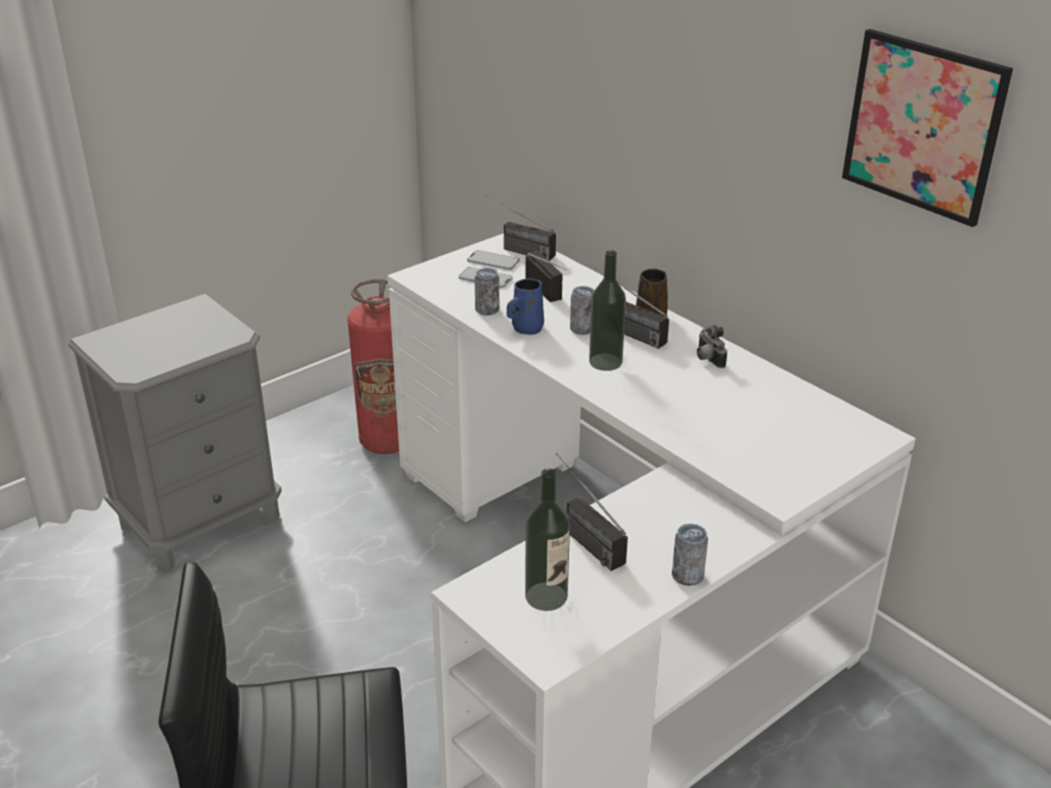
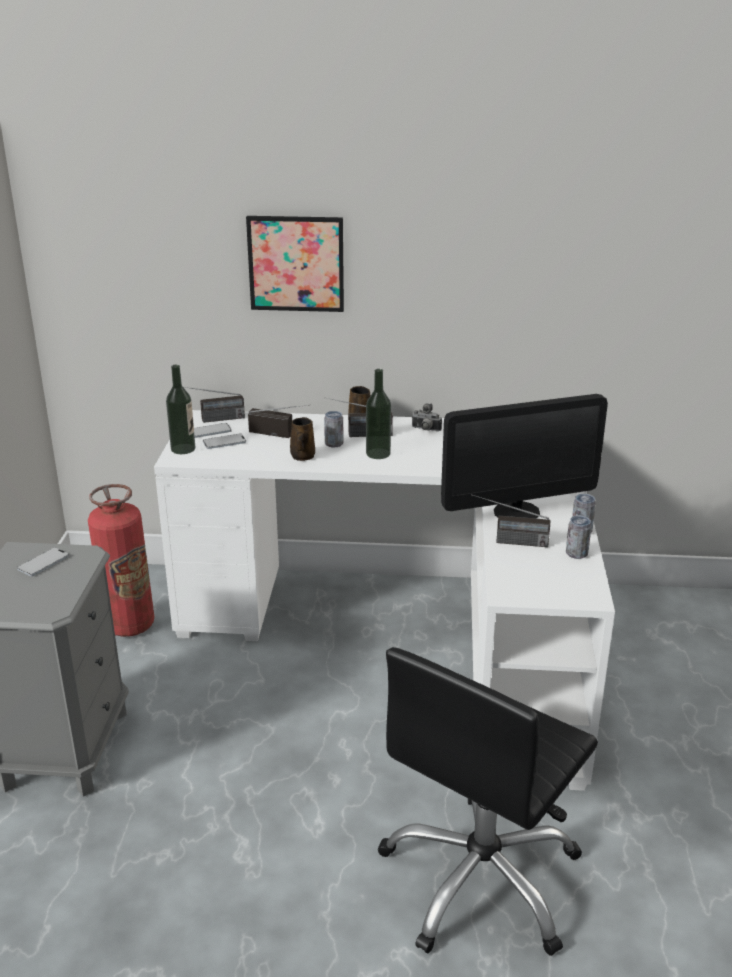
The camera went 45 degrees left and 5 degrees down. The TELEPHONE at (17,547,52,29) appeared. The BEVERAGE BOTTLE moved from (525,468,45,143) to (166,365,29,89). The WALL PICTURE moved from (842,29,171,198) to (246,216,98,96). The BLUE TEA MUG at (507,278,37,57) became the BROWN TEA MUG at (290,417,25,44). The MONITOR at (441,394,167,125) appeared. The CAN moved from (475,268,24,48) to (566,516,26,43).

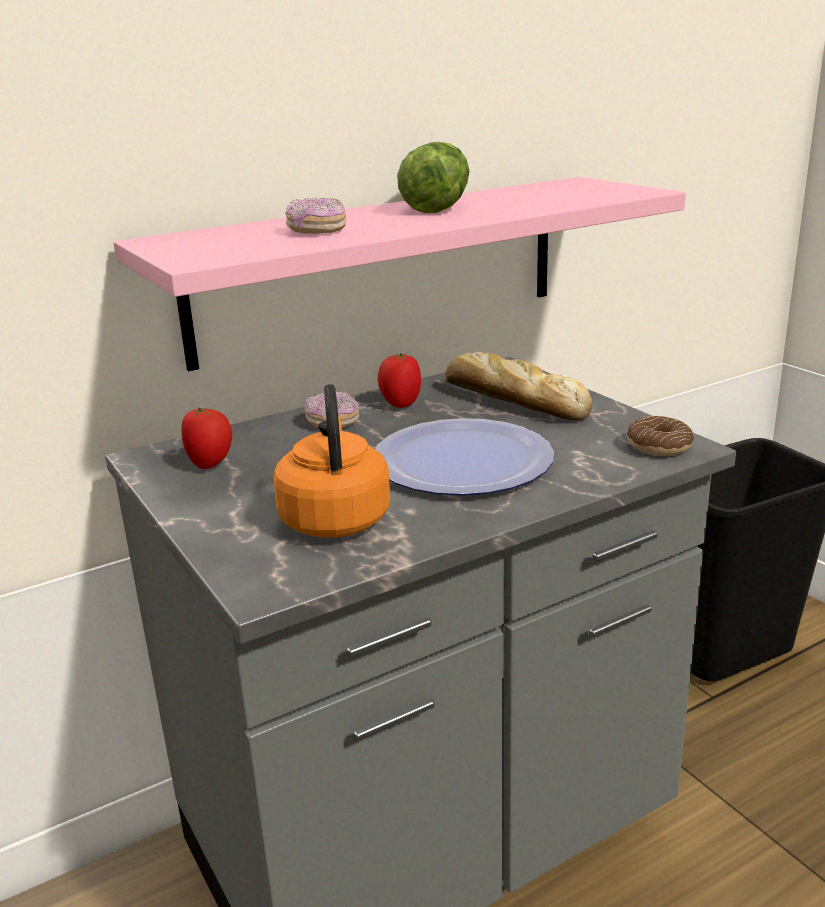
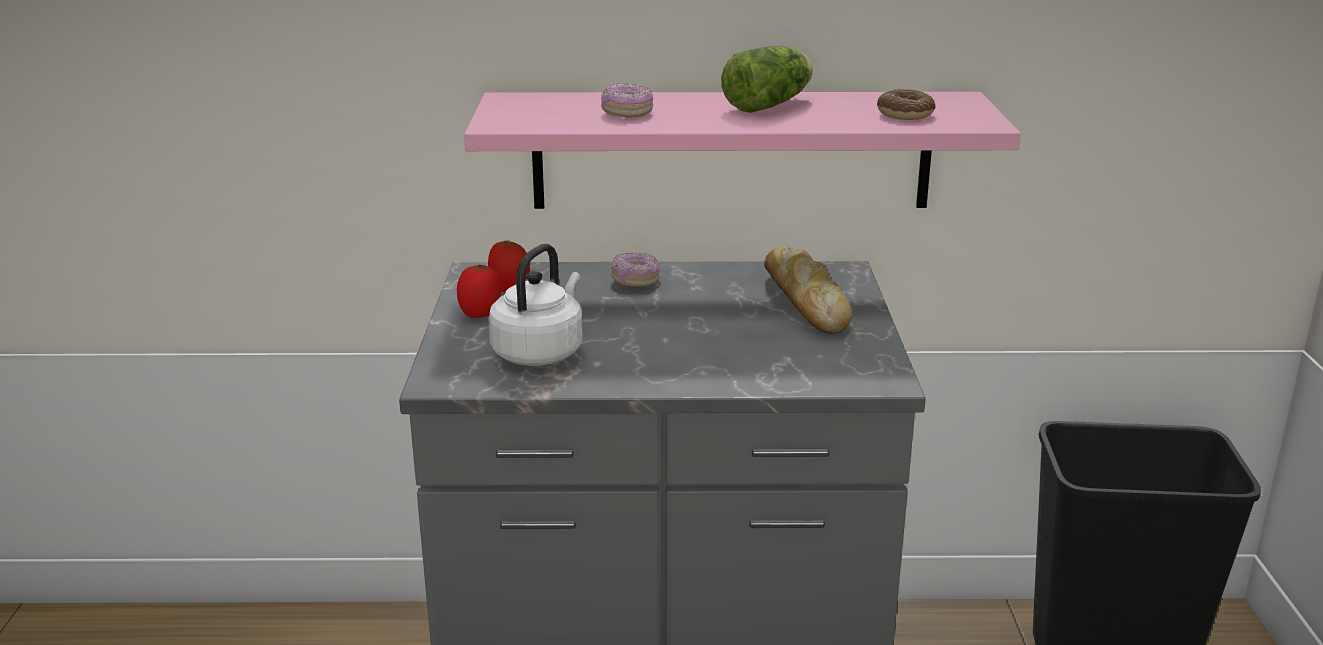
The camera went 30 degrees right and 0 degrees up. The FRESH TOMATO moved from (378,353,43,55) to (457,264,44,54). The ORANGE-COLOURED WATER KETTLE at (273,384,117,154) became the WHITISH WATER KETTLE at (488,244,94,122). The RING DOUGHNUT moved from (627,416,67,40) to (877,89,58,31). The PLATE at (375,418,179,77) disappeared.

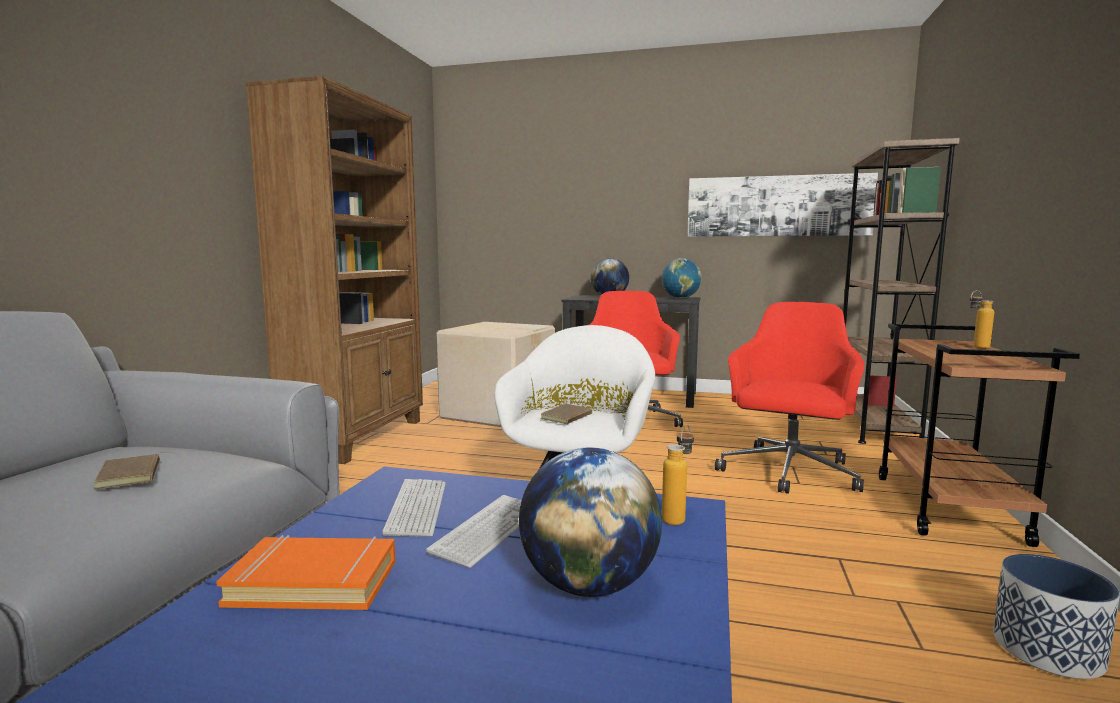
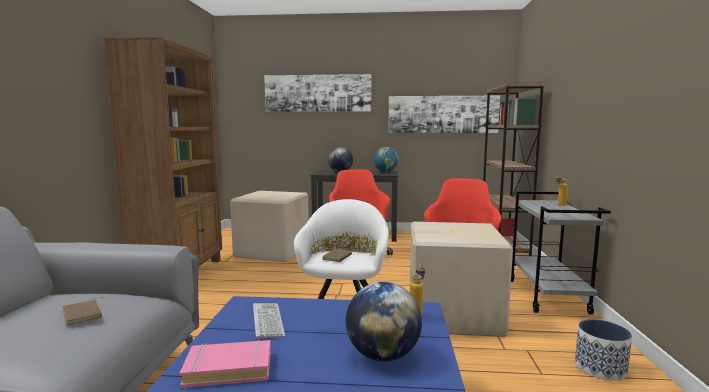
The camera went 10 degrees left and 0 degrees up. The ORANGE-COLOURED VOLUME at (216,535,179,75) became the PINKISH VOLUME at (179,339,92,49). The WALL PICTURE at (264,74,108,38) appeared. The PACKING BOX at (410,222,103,115) appeared. The BROWN TROLLEY at (879,324,201,223) became the GRAY TROLLEY at (511,191,100,124). The PC KEYBOARD at (426,495,96,73) disappeared.

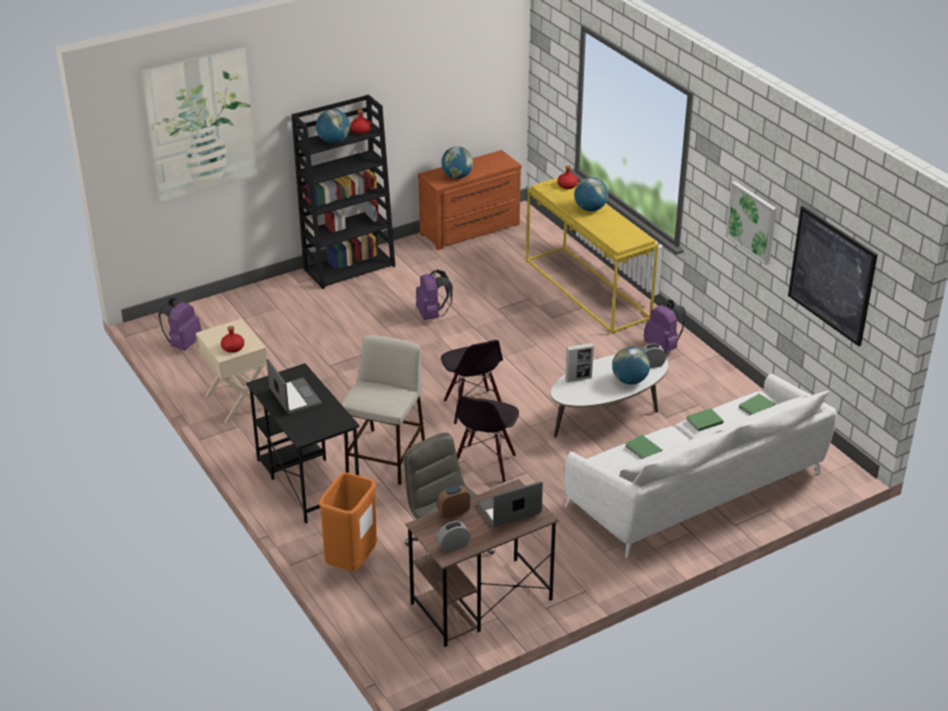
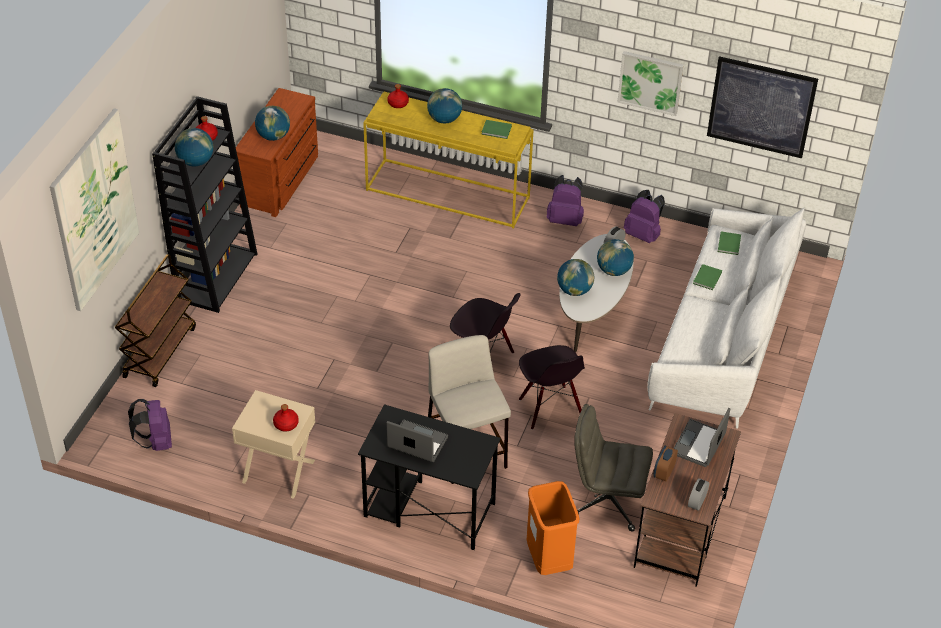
The camera went 40 degrees left and 10 degrees up. The BROWN TROLLEY at (115,254,81,133) appeared. The GREEN-COLOURED VOLUME moved from (625,435,37,24) to (481,120,31,19). The PICTURE FRAME at (565,343,29,39) was replaced by the WORLD GLOBE at (557,259,37,37). The PURPLE-COLOURED BACKPACK moved from (416,269,37,51) to (624,190,41,53).

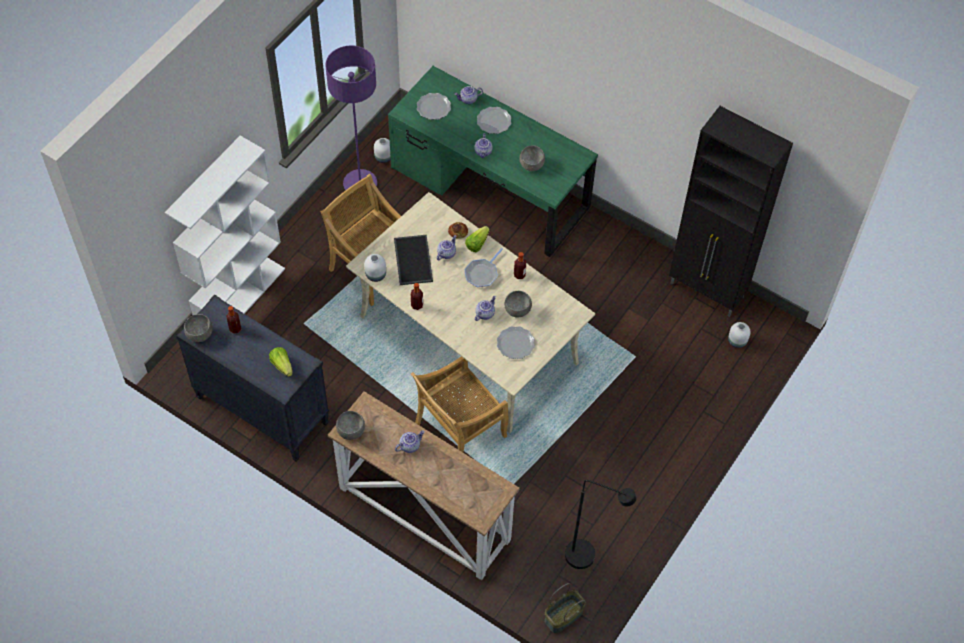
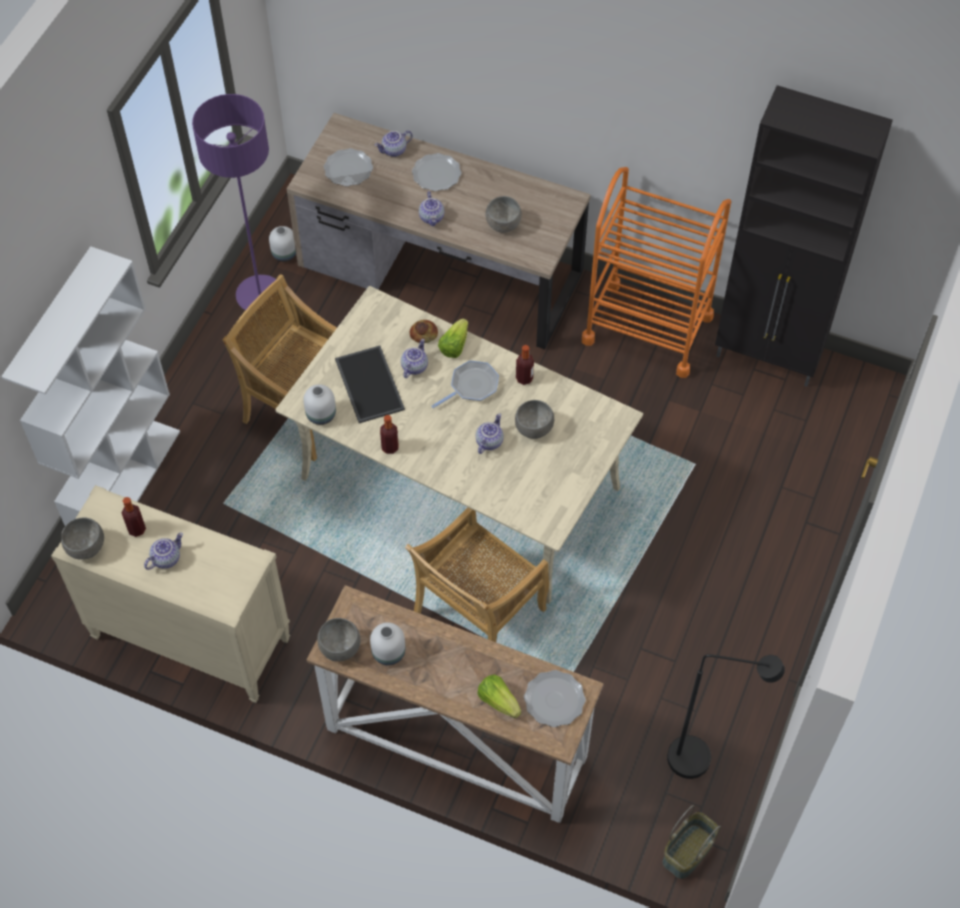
The camera went 10 degrees left and 0 degrees up. The BLACK CHEST OF DRAWERS at (176,295,153,167) became the BEIGE-COLOURED CHEST OF DRAWERS at (51,485,239,218). The POT FOR TEA moved from (395,430,30,23) to (144,533,39,37). The GREEN-COLOURED DESK TABLE at (388,66,210,191) became the BROWN DESK TABLE at (287,113,304,236). The WHITISH VASE moved from (728,322,23,26) to (370,622,35,43). The SKILLET at (464,248,39,39) turned 150 degrees counterclockwise. The LETTUCE HEAD moved from (269,347,23,30) to (477,674,44,45). The PLATE moved from (497,326,38,33) to (524,670,62,57). The ORANGE-COLOURED TROLLEY at (582,167,149,211) appeared.

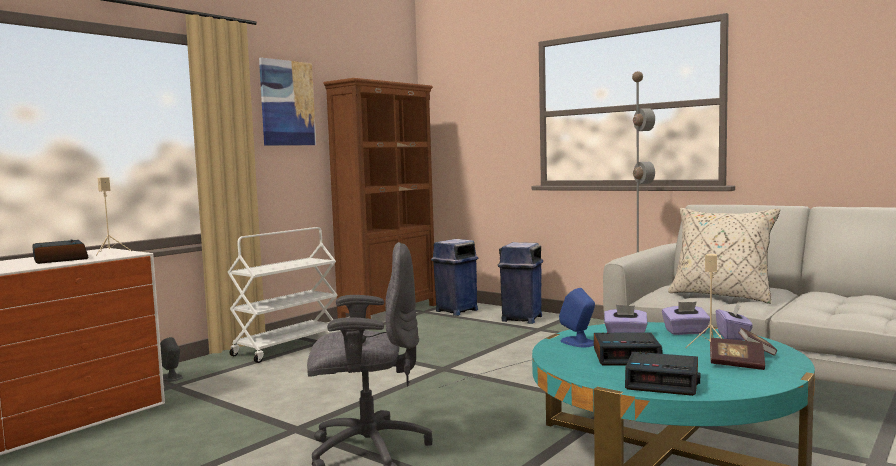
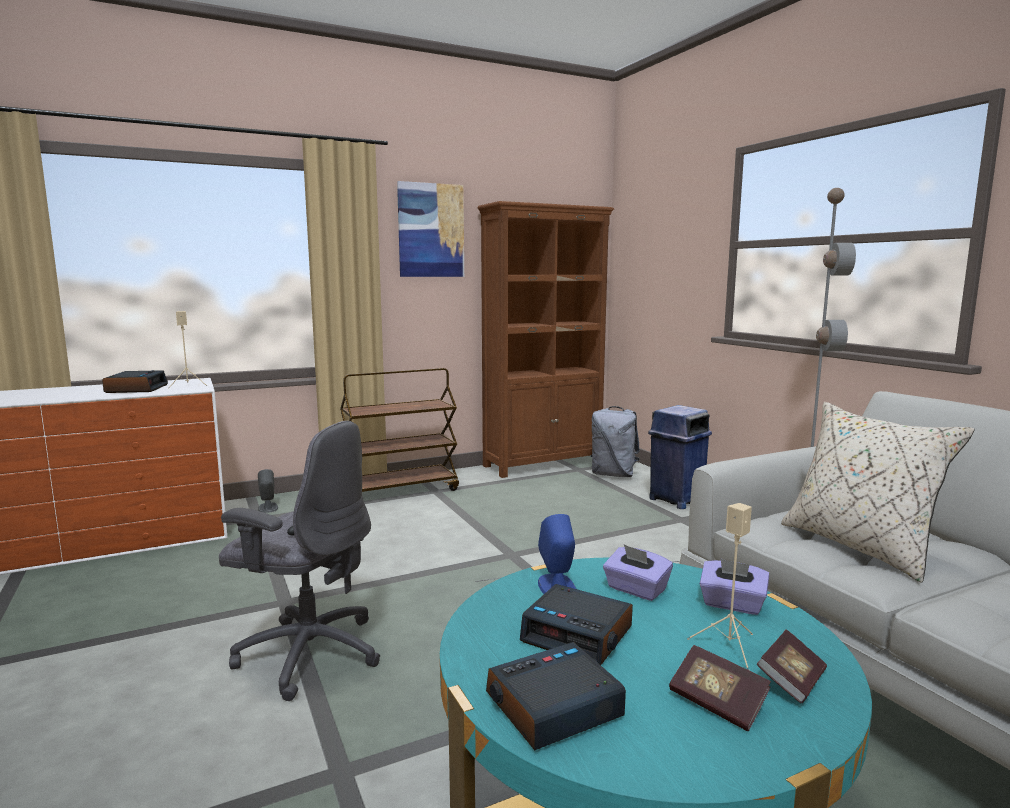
The camera went 25 degrees right and 5 degrees up. The WHITISH TROLLEY at (227,227,113,136) became the BROWN TROLLEY at (340,368,119,124). The ALARM CLOCK at (625,352,75,44) turned 105 degrees clockwise. The BLUE RUBBISH BIN at (431,239,47,77) was replaced by the GRAY BACKPACK at (591,406,49,71). The PURPLE-COLOURED TISSUE HOLDER at (716,304,37,37) disappeared.

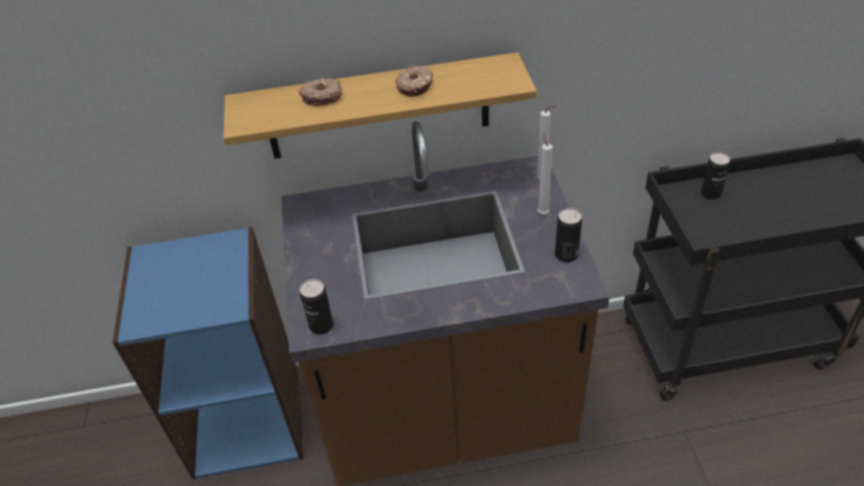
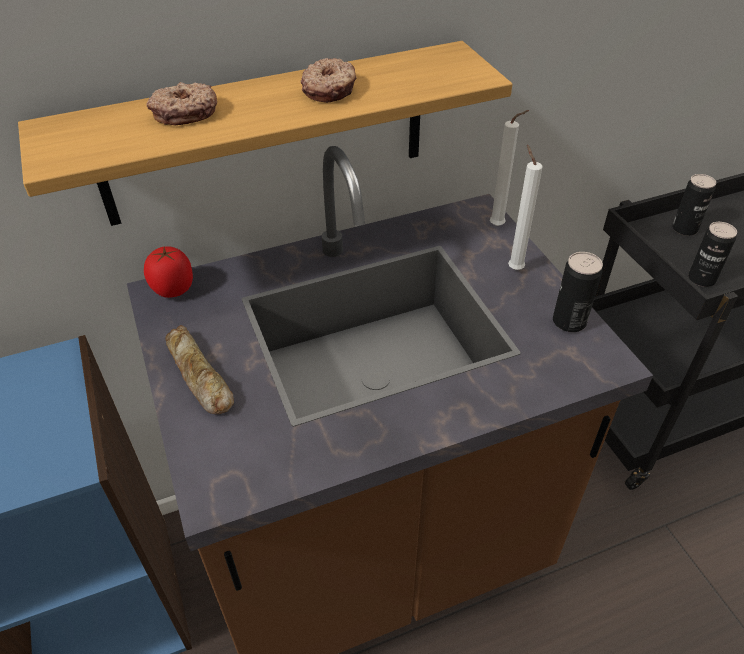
The camera went 15 degrees left and 0 degrees up. The FRESH TOMATO at (144,246,49,52) appeared. The BREAD at (165,325,69,89) appeared. The CAN moved from (300,279,34,56) to (688,222,49,65).

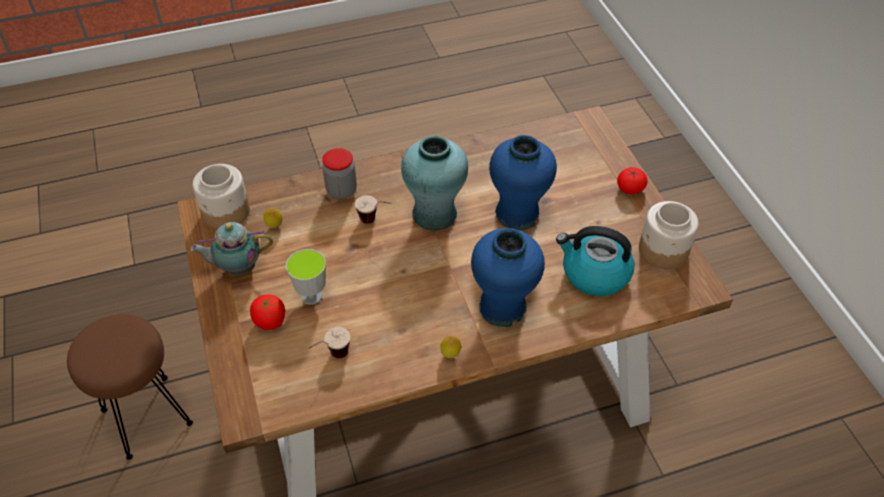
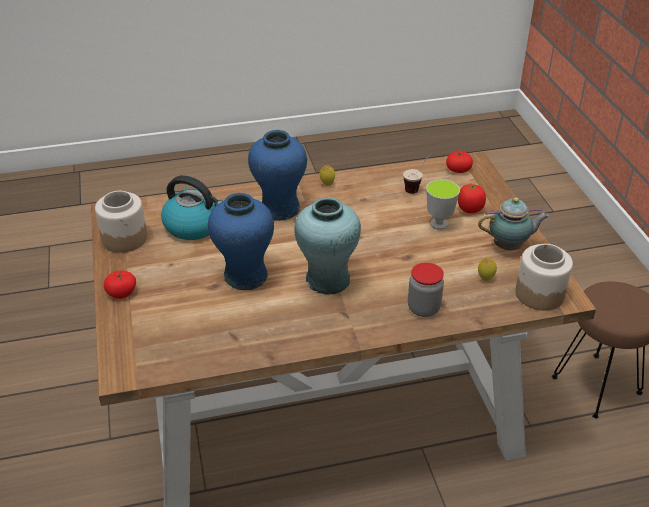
The camera went 175 degrees left and 10 degrees down. The FRESH TOMATO at (446,151,27,22) appeared. The DRINKING CUP at (355,195,37,29) disappeared.

